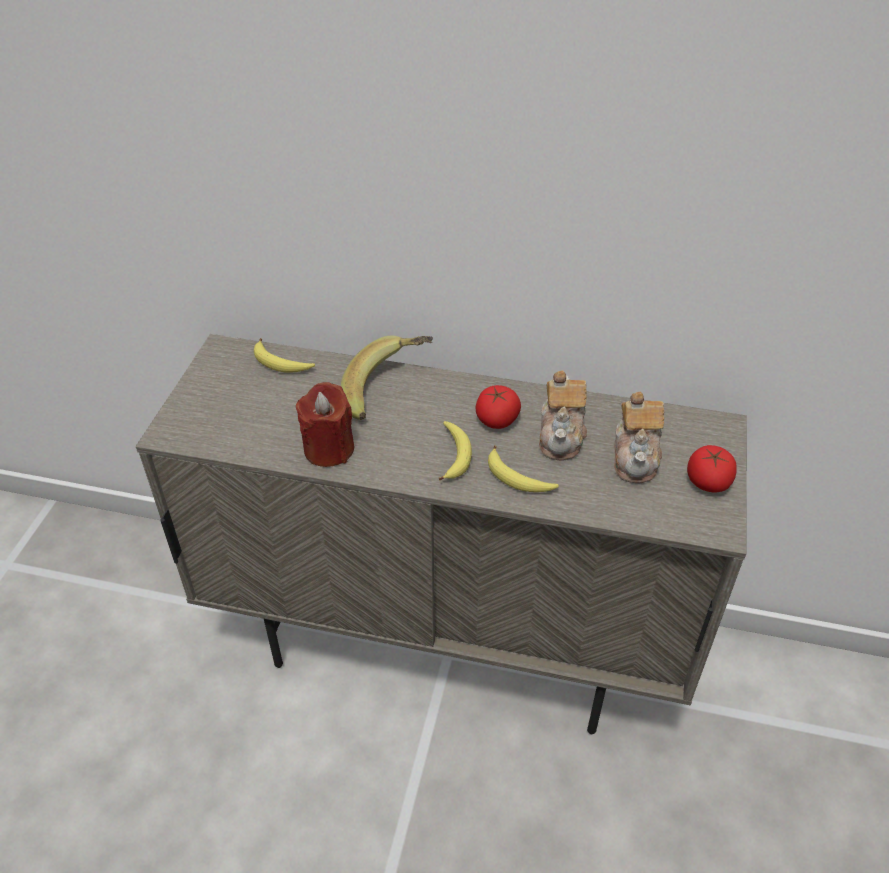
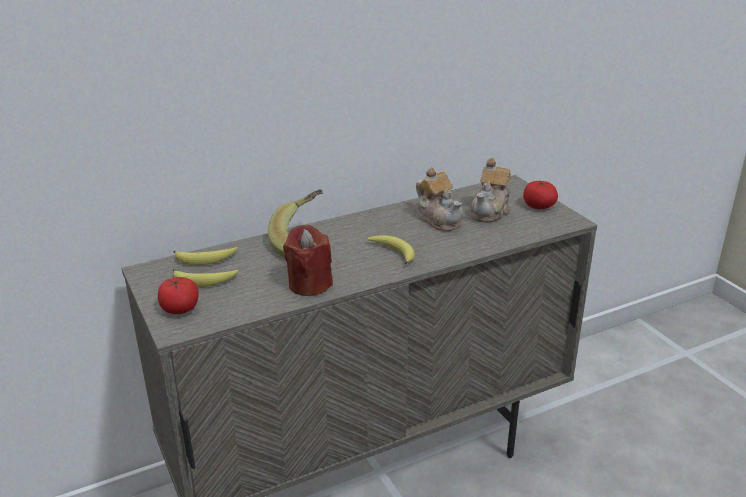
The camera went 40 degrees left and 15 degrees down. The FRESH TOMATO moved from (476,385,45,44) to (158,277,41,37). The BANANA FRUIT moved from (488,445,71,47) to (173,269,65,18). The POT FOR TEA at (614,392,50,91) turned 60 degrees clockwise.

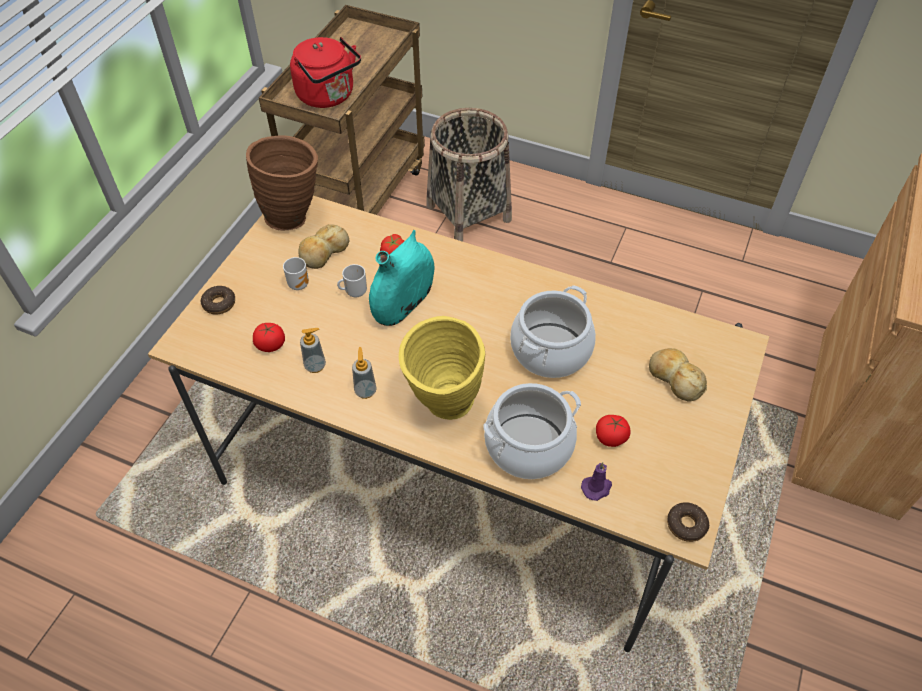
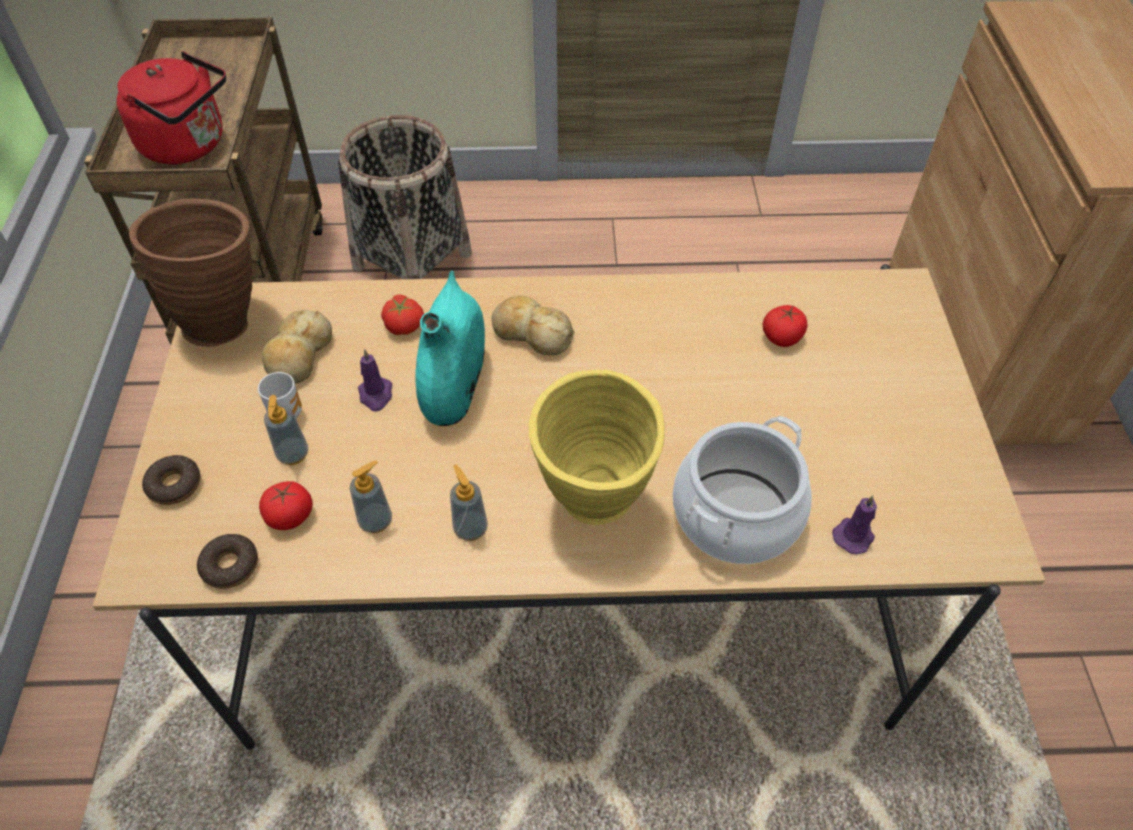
The camera went 25 degrees left and 0 degrees up. The RING DOUGHNUT moved from (667,502,42,40) to (197,534,61,55). The SOAP DISPENSER at (264,395,44,70) appeared. The TEA MUG at (337,264,30,33) was replaced by the PURPLE-COLOURED WAX LIGHT at (358,349,34,62). The BREAD moved from (649,348,58,54) to (492,295,83,60). The FRESH TOMATO moved from (596,415,35,32) to (763,305,45,42). The SAUCEPOT at (510,285,86,93) disappeared.

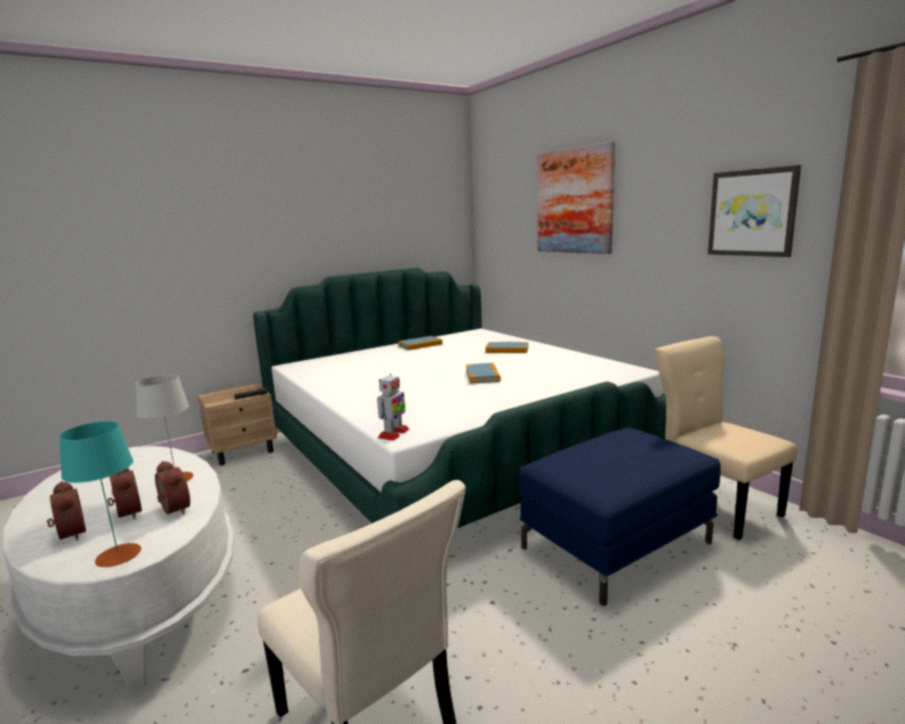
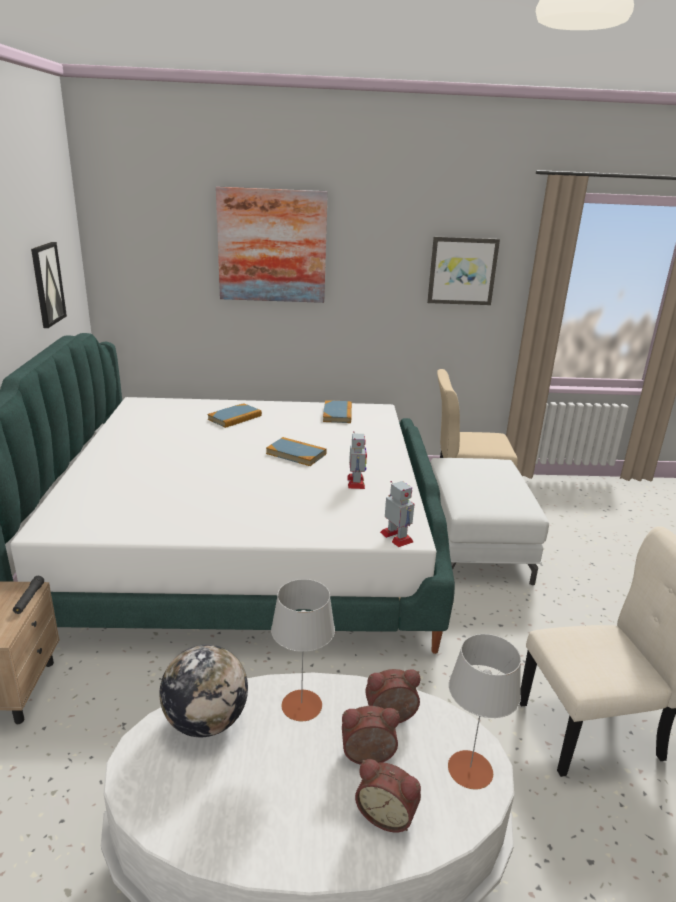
The camera went 60 degrees left and 10 degrees up. The WALL PICTURE at (31,242,36,86) appeared. The WORLD GLOBE at (159,644,89,93) appeared. The VOLUME moved from (398,336,45,14) to (323,401,29,22). The ROBOT FIGURE at (347,431,20,58) appeared. The ALARM CLOCK at (47,481,39,59) turned 150 degrees counterclockwise. The BLUE FOOTREST at (519,427,202,179) became the WHITISH FOOTREST at (430,458,119,127). The TURQUOISE TABLE LAMP at (59,421,82,146) became the GRAY TABLE LAMP at (448,634,73,155).

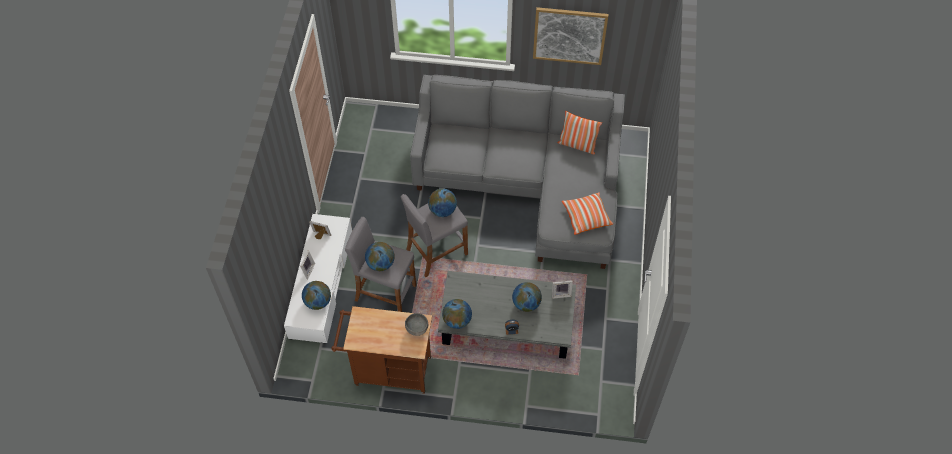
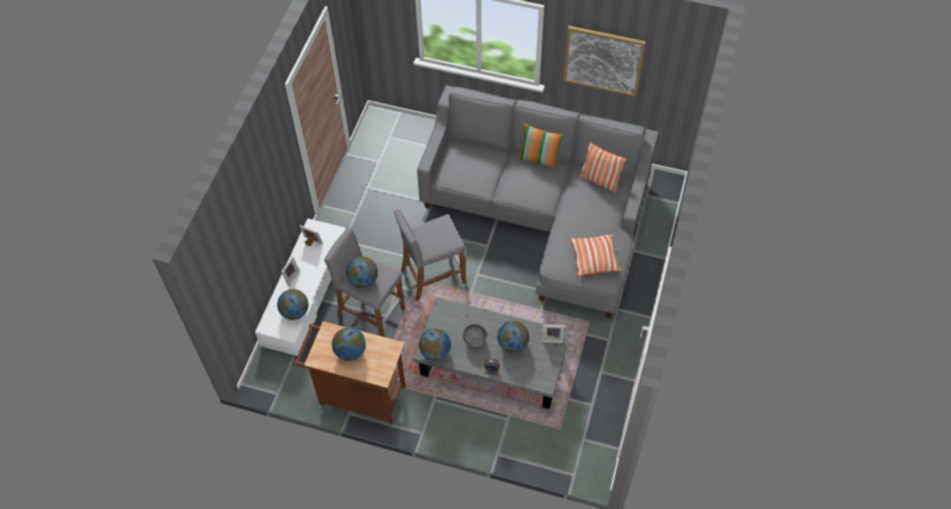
The camera went 10 degrees right and 0 degrees up. The WORLD GLOBE moved from (428,189,29,28) to (332,327,34,34). The GRAY DEEP DISH moved from (405,313,23,23) to (463,324,24,23). The PILLOW at (517,122,48,48) appeared.

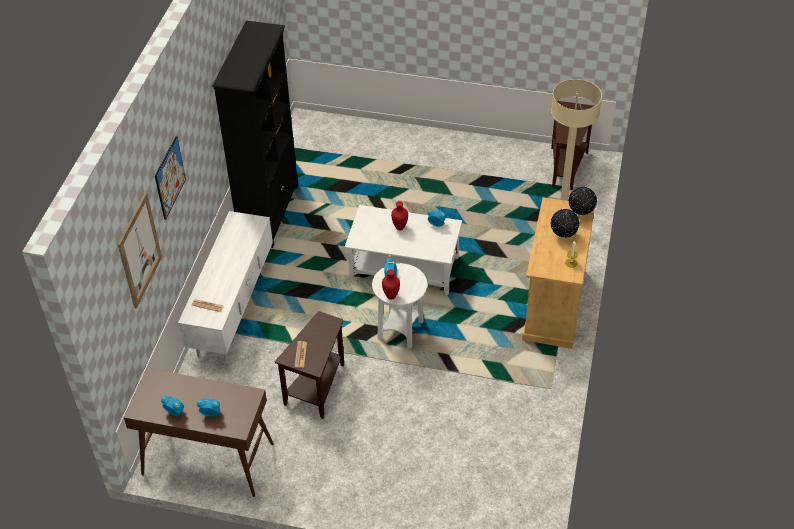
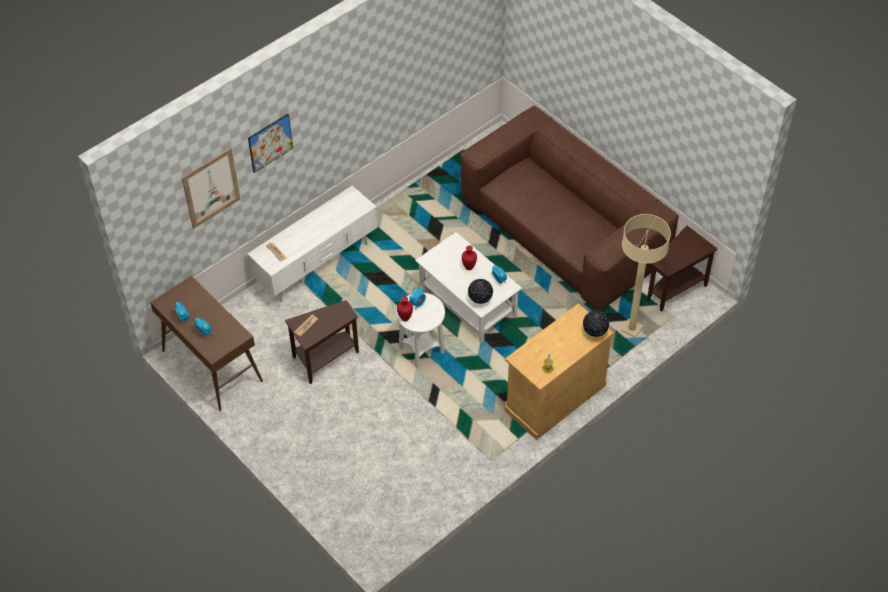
The camera went 35 degrees right and 5 degrees up. The BROWN SOFA at (460,106,219,205) appeared. The WORLD GLOBE moved from (551,209,29,29) to (468,279,25,25). The BLACK BOOKSHELF at (213,21,85,227) disappeared.

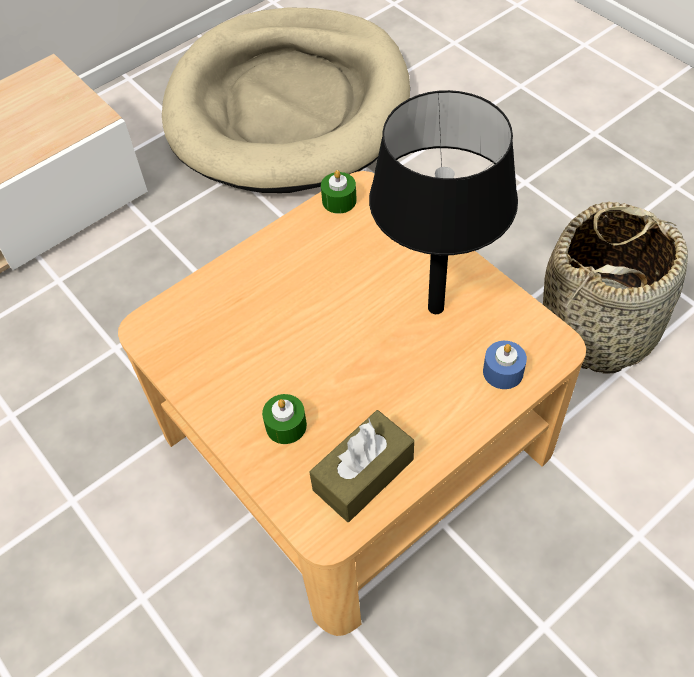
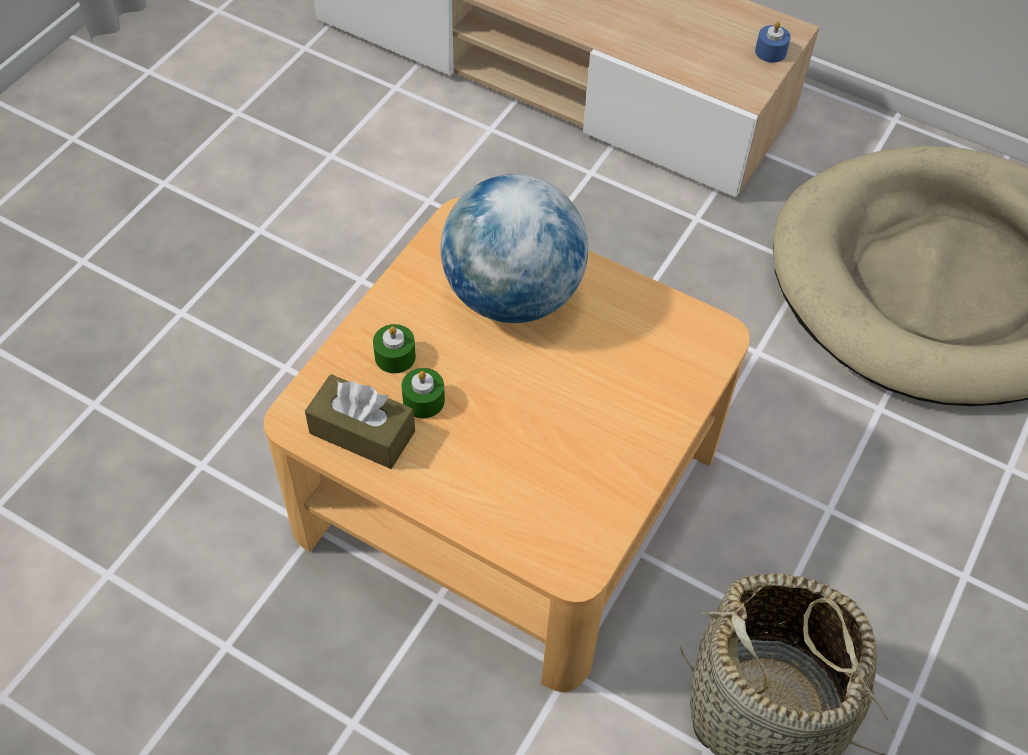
The camera went 65 degrees right and 0 degrees up. The GREEN-COLOURED WAX LIGHT moved from (321,170,36,44) to (402,368,43,51). The WORLD GLOBE at (441,174,147,149) appeared. The BLUE WAX LIGHT moved from (483,341,44,48) to (755,21,36,42). The BLACK TABLE LAMP at (369,90,149,224) disappeared.

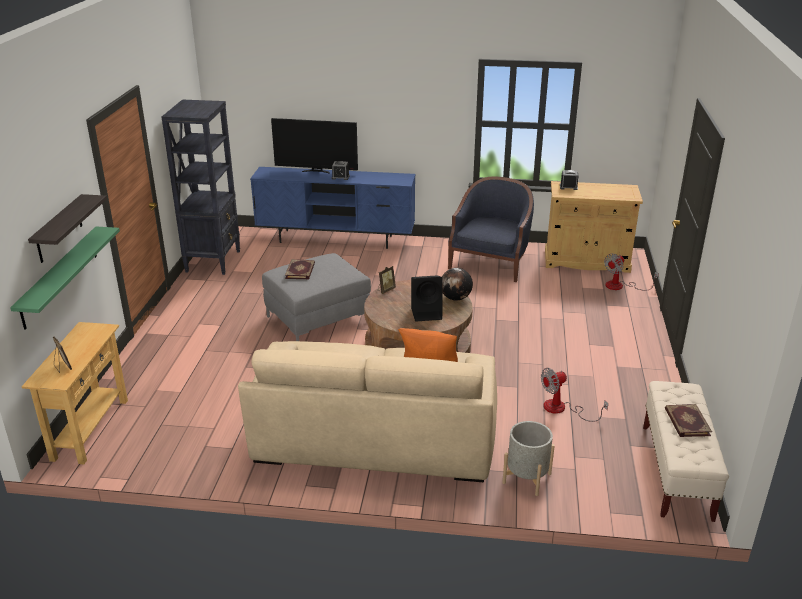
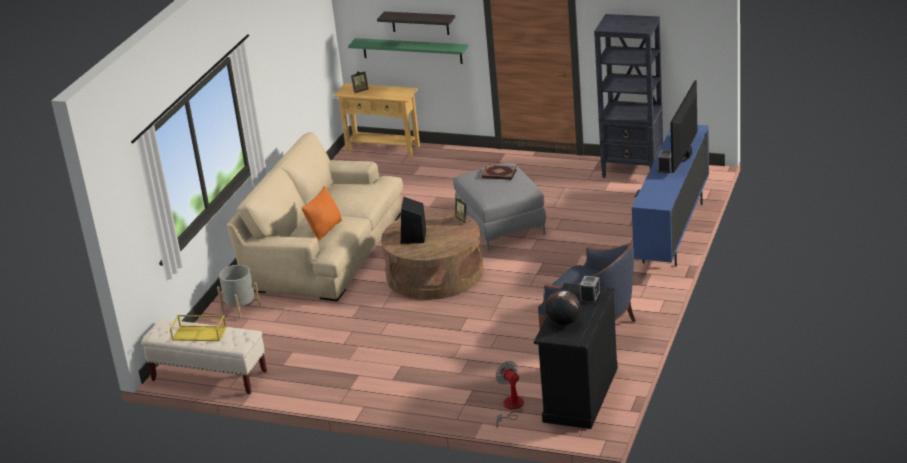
The camera went 105 degrees right and 0 degrees up. The VOLUME at (665,404,47,33) was replaced by the YELLOWISH CARRYING TRAY at (170,315,57,26). The BEIGE-COLOURED CUPBOARD at (545,181,98,92) became the BLACK CUPBOARD at (534,283,84,146). The WORLD GLOBE moved from (442,268,31,33) to (545,290,36,36). The ELECTRIC FAN at (541,368,67,54) disappeared.

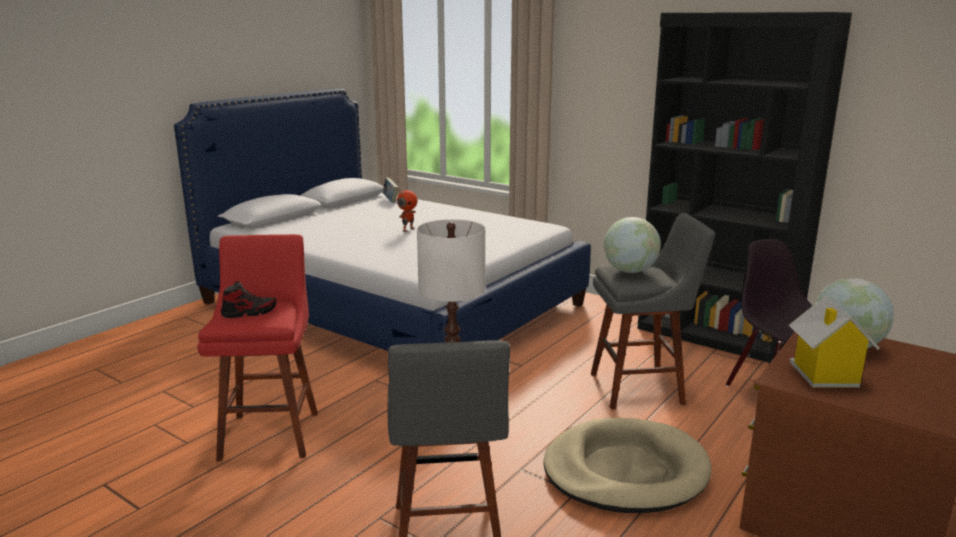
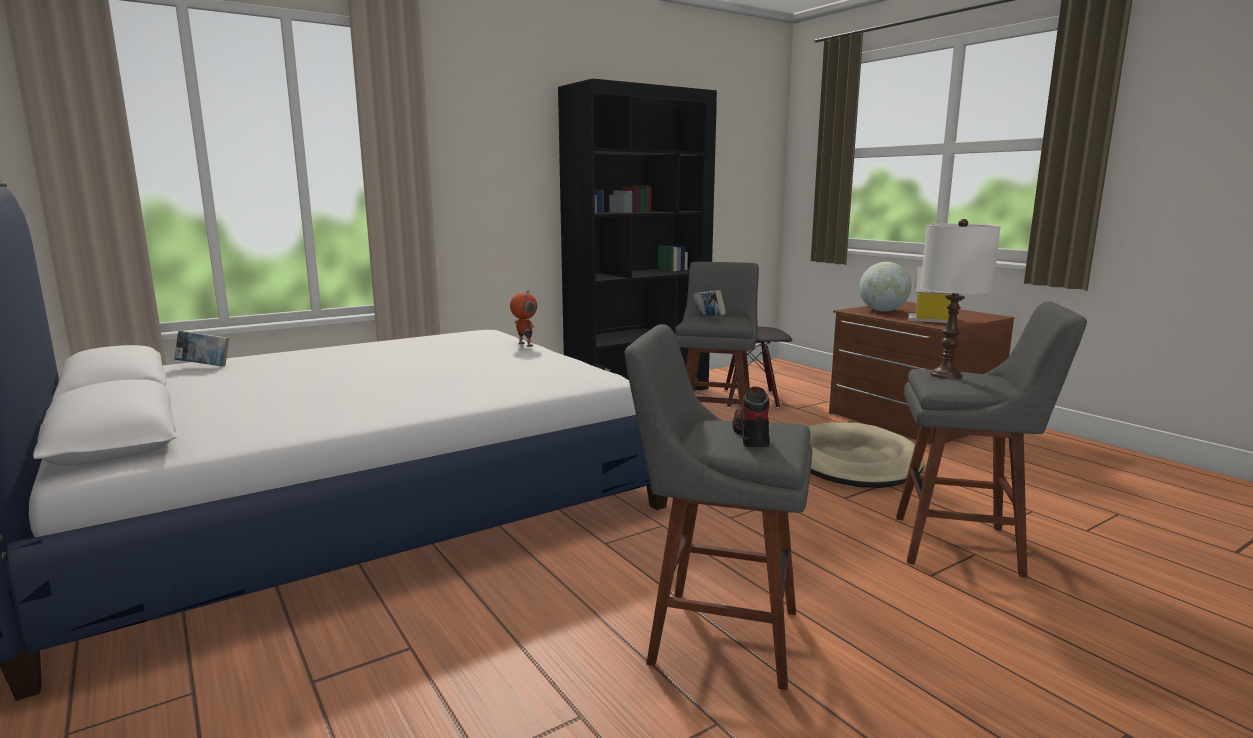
The camera went 70 degrees left and 5 degrees down. The ROBOT FIGURE moved from (397,189,21,43) to (510,290,27,57). The RED STOOL SEAT at (198,234,120,227) became the GRAY STOOL SEAT at (625,324,187,366). The WORLD GLOBE at (604,217,57,56) was replaced by the VOLUME at (693,290,33,26).

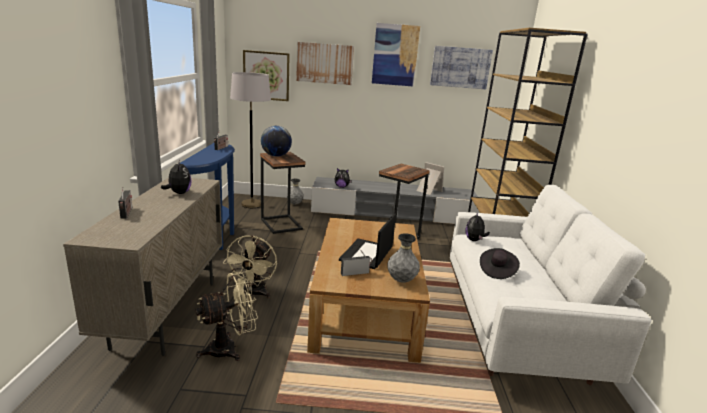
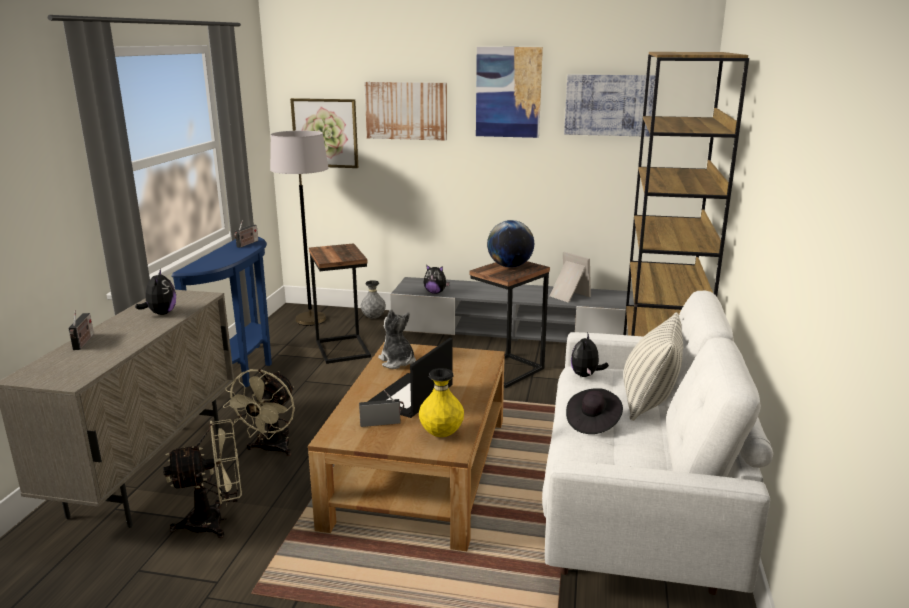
The camera went 10 degrees right and 0 degrees up. The CUDDLY TOY at (378,309,38,60) appeared. The GRAY VASE at (387,233,33,50) became the YELLOWISH VASE at (419,368,45,69). The WORLD GLOBE moved from (261,126,31,31) to (487,220,47,47). The PILLOW at (623,312,60,109) appeared.

